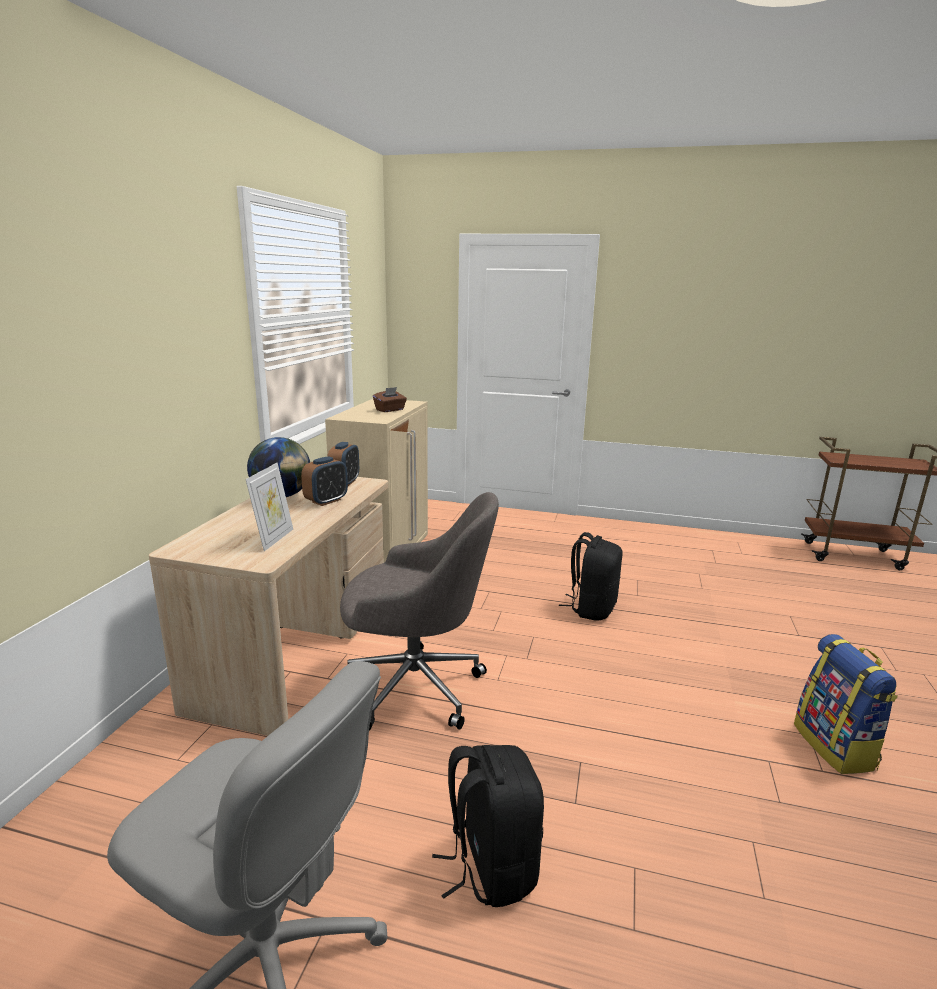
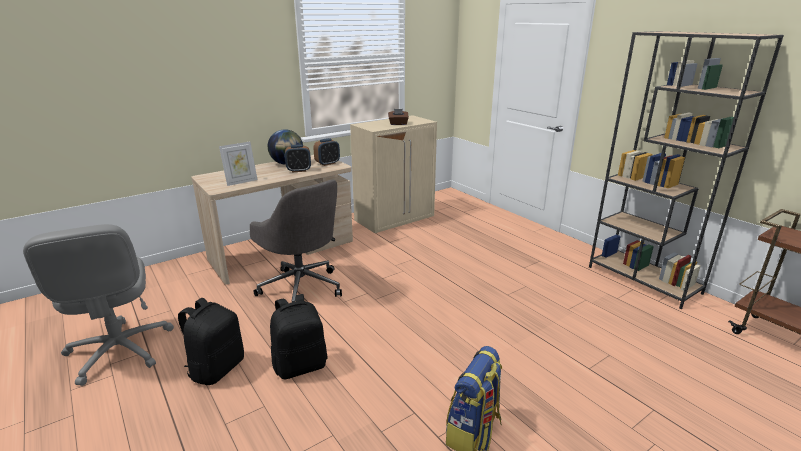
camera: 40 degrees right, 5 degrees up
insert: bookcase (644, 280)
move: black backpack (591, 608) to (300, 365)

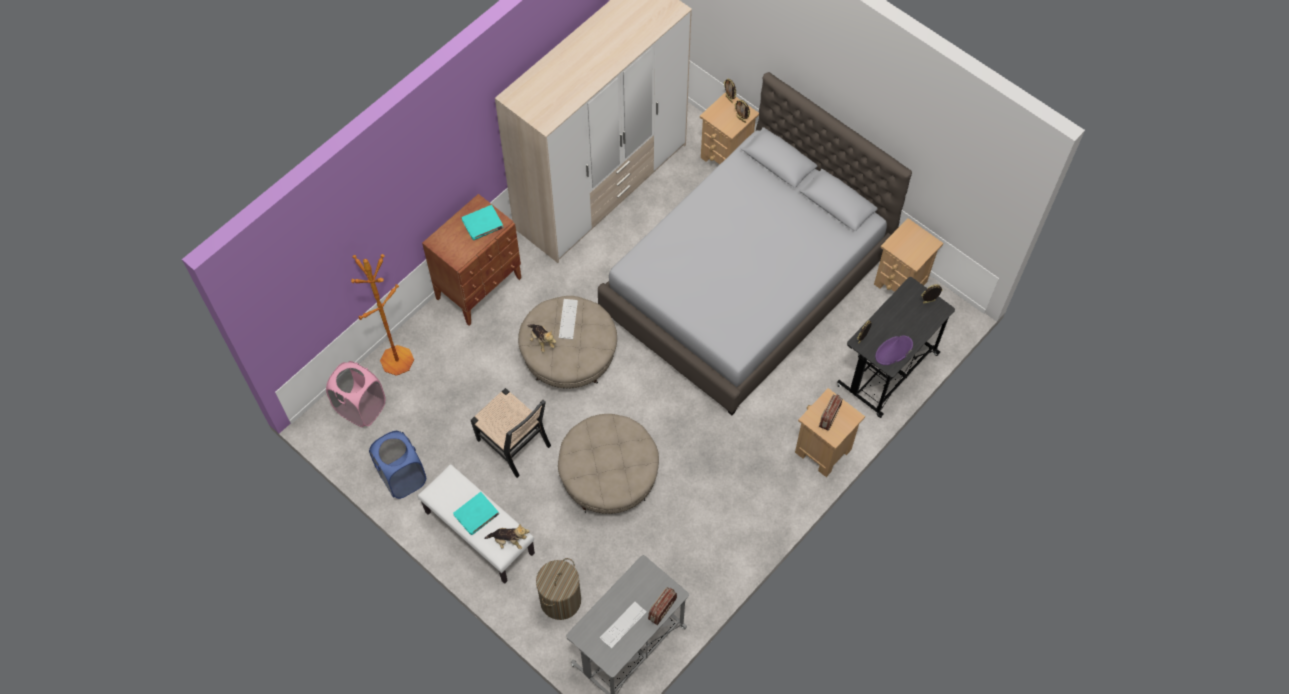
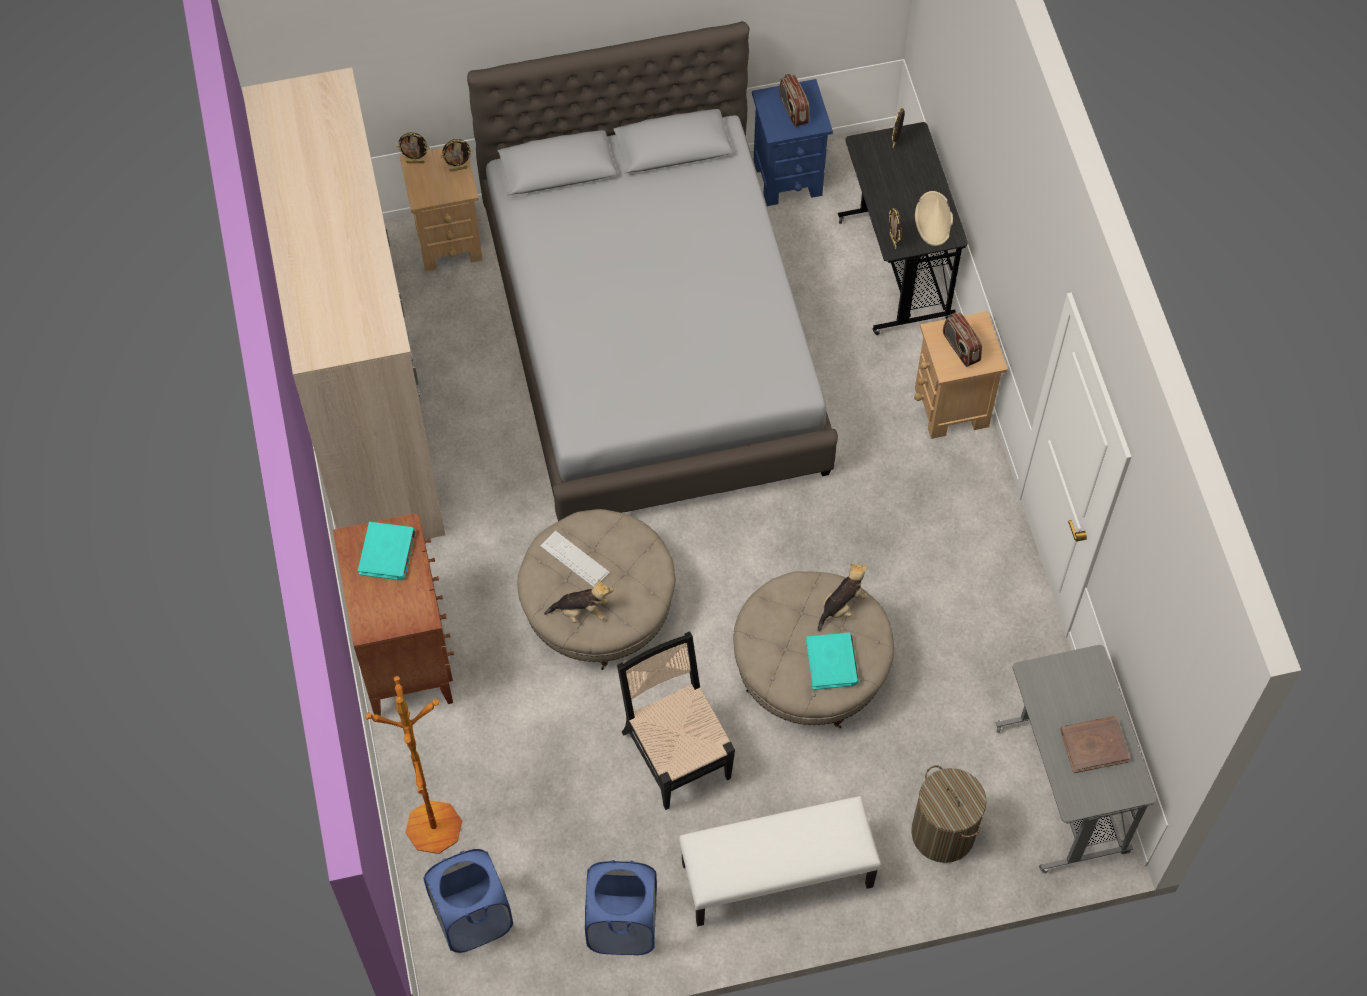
camera: 55 degrees left, 0 degrees up
move: turquoise book (476, 514) to (832, 662); plush toy (508, 541) to (842, 605); radio (662, 609) to (793, 110)
replace: keyboard (623, 625) to brown book (1094, 745)
recolor: pink laundry basket (361, 408) to blue laundry basket (472, 918); beige nightstand (900, 284) to blue nightstand (788, 179); purple hat (893, 351) to beige hat (933, 219)
rotate: chair (513, 444) = (676, 754) 105 degrees counterclockwise

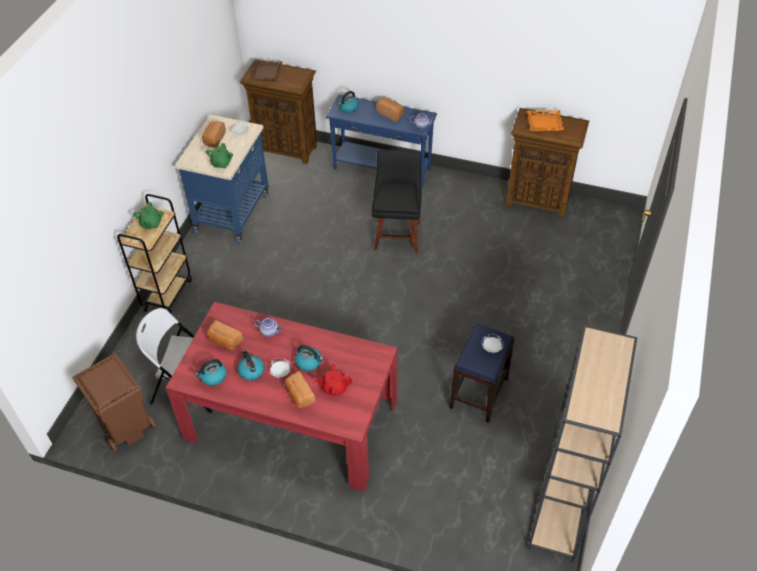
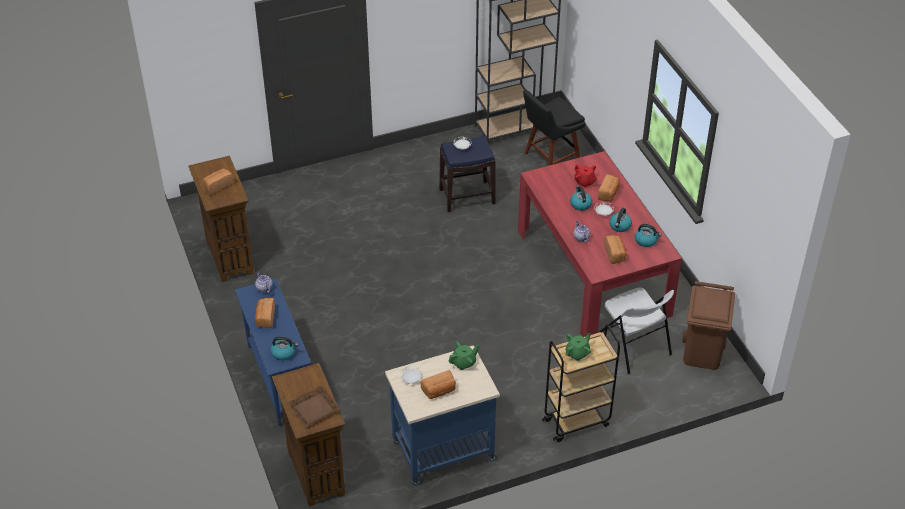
camera: 130 degrees left, 5 degrees down
move: black chair (397, 233) to (550, 158)
replace: orange tray (544, 123) to bread (218, 186)

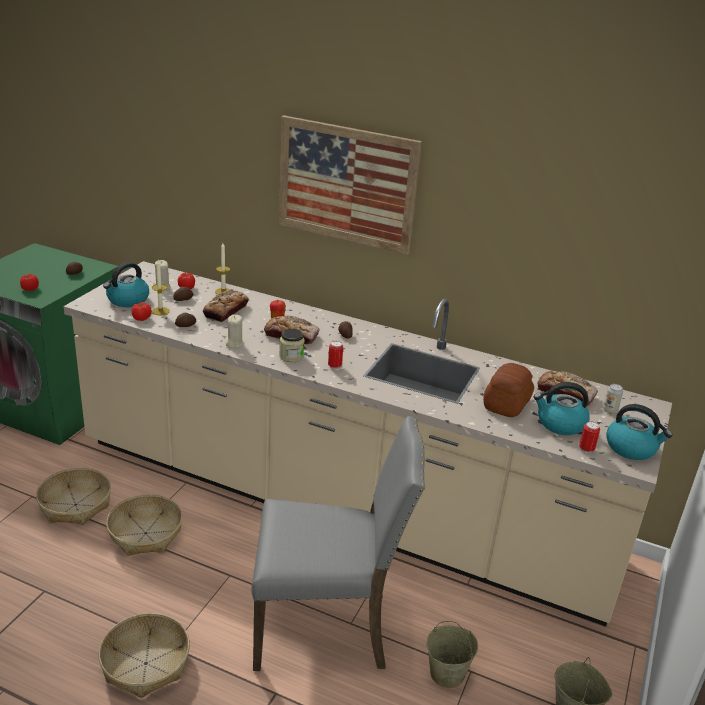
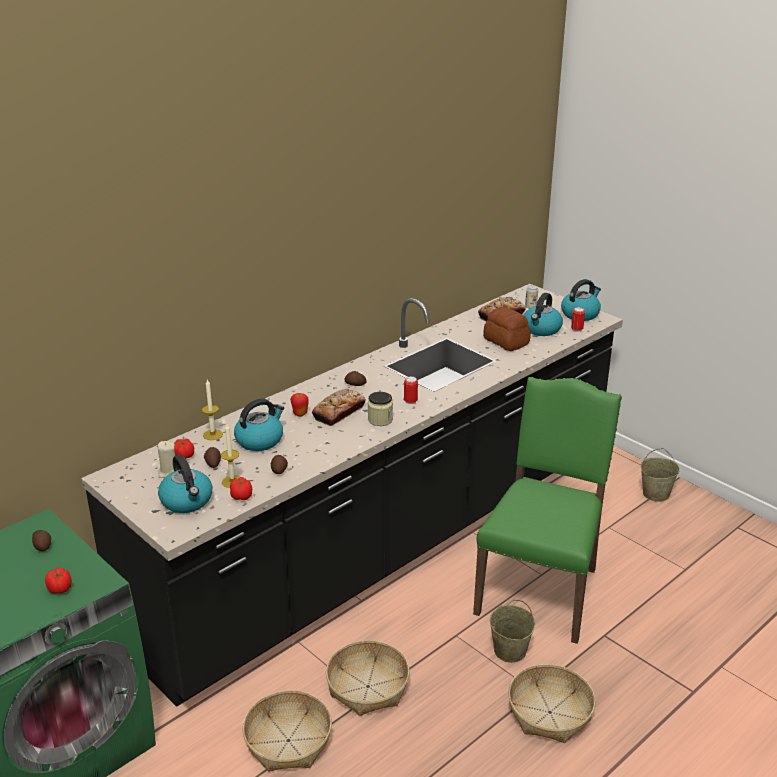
camera: 65 degrees left, 0 degrees up
delete: beige candle (234, 344); picture (346, 184)
move: beige bucket (447, 673) to (509, 650)
replace: bread (226, 310) to kettle (260, 440)
recolor: beige counter (340, 503) to black counter (388, 541); grey chair (325, 626) to green chair (541, 589)

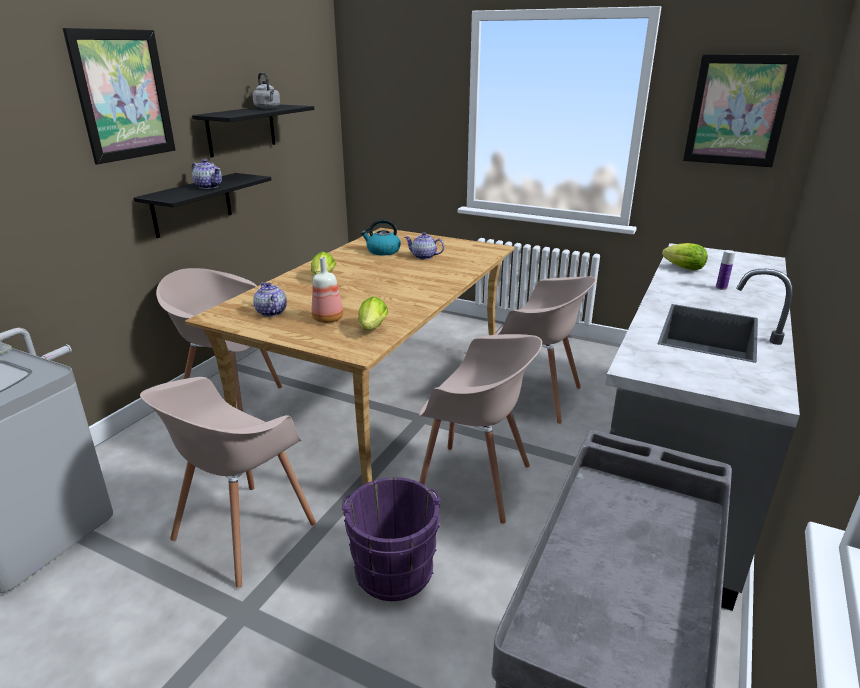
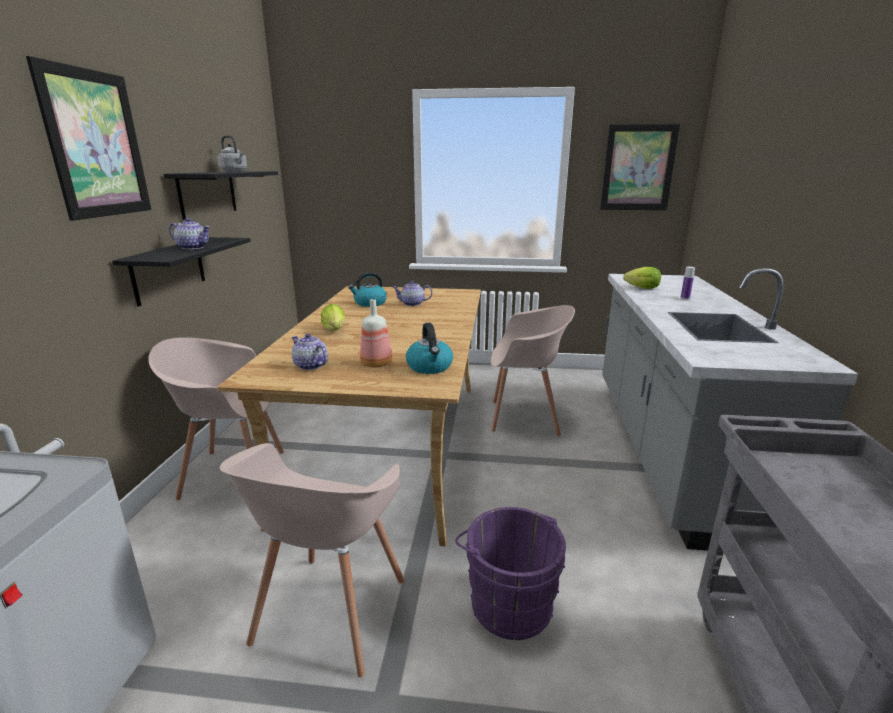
camera: 20 degrees left, 5 degrees down
delete: beige chair (476, 482)
replace: lettuce (372, 330) to kettle (430, 367)

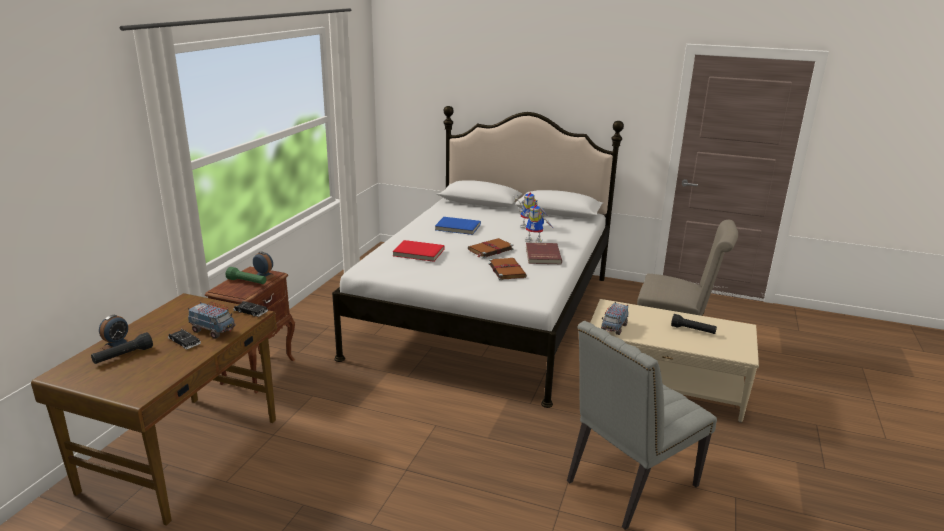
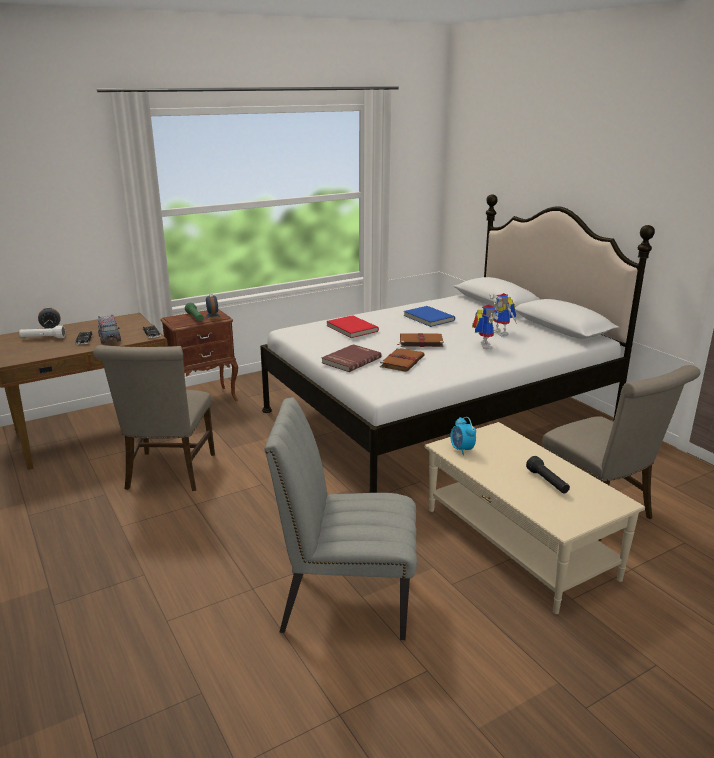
camera: 40 degrees right, 0 degrees up
insert: beige chair (169, 474)
move: red book (542, 255) to (350, 360)
replace: toy truck (614, 328) to alarm clock (462, 450)
recolor: black flashlight (123, 356) to white flashlight (43, 338)
rotate: toy robot (535, 240) = (482, 345) 150 degrees counterclockwise

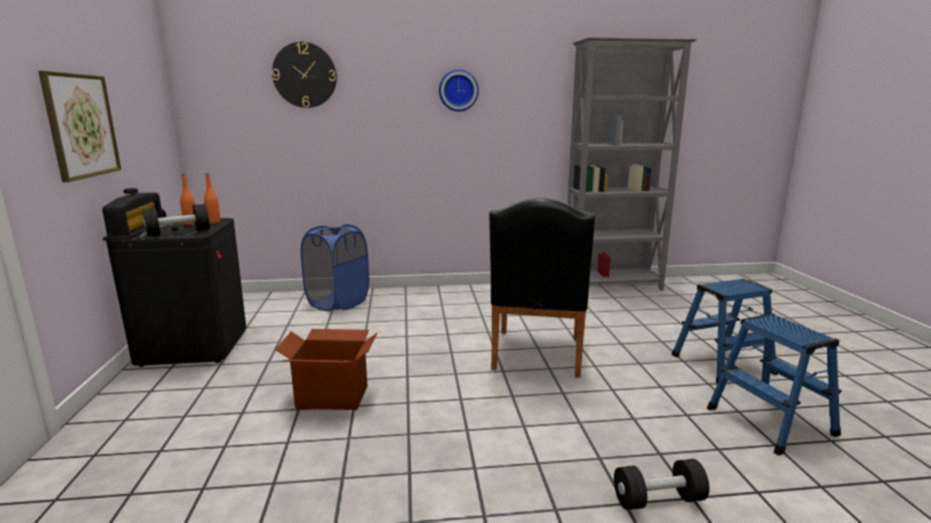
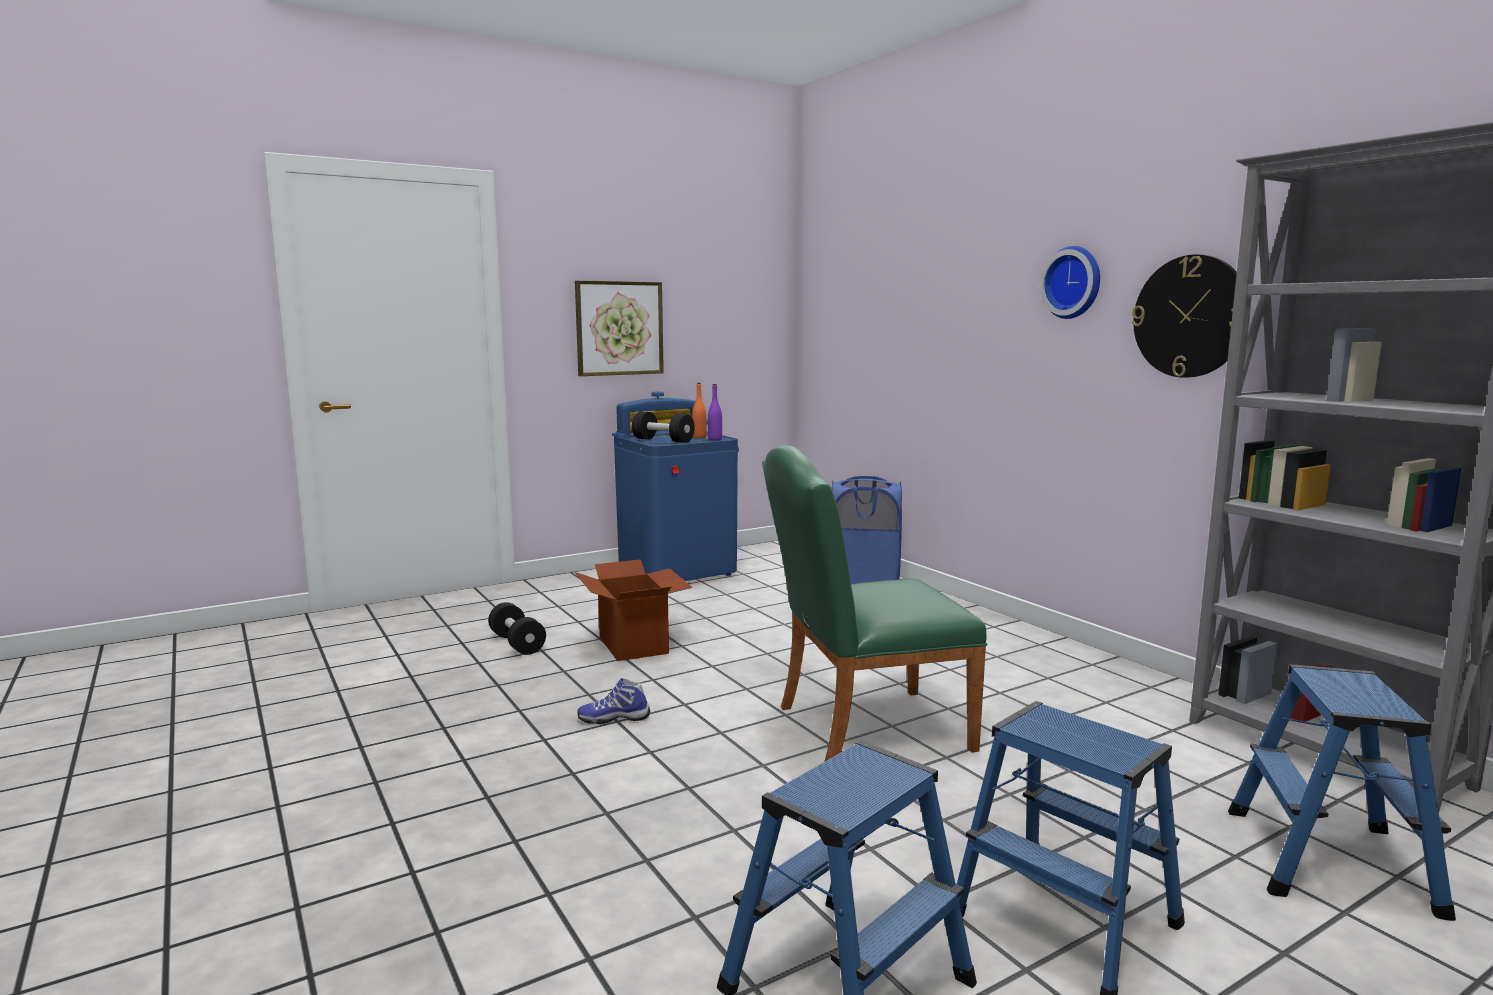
camera: 65 degrees right, 5 degrees down
insert: shoe (614, 718); blue step ladder (1330, 861)
move: wall clock (305, 75) to (1190, 316); black dumbbell (658, 500) to (517, 643)
recolor: black washing machine (193, 346) to blue washing machine (679, 570); orange bottle (213, 222) to purple bottle (715, 439); black chair (536, 356) to green chair (860, 729)

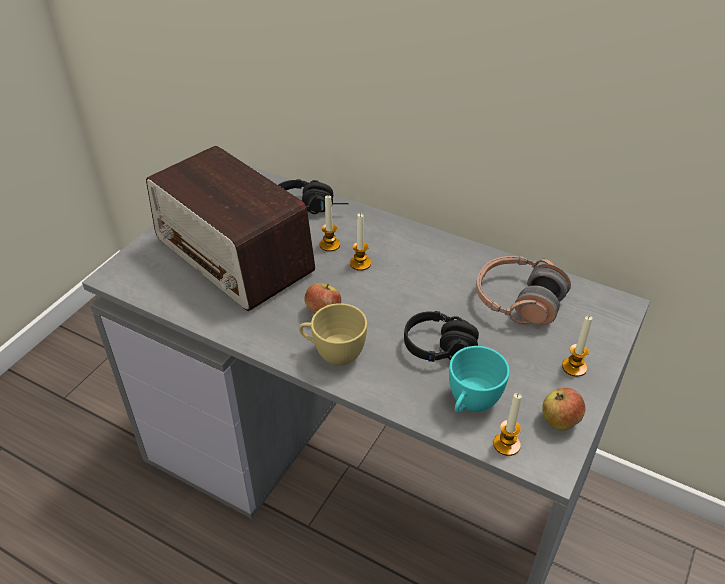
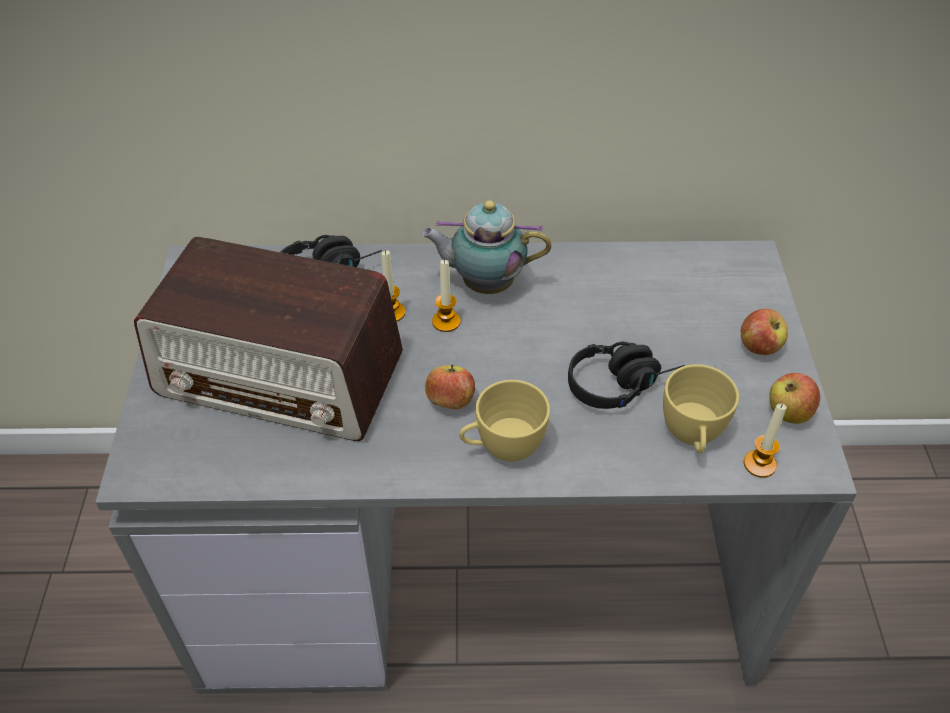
camera: 30 degrees left, 5 degrees up
delete: headphones (518, 301)
insert: teapot (484, 284)
replace: candle (574, 367) to apple (759, 347)
recolor: turquoise cup (470, 404) to yellow cup (692, 436)

